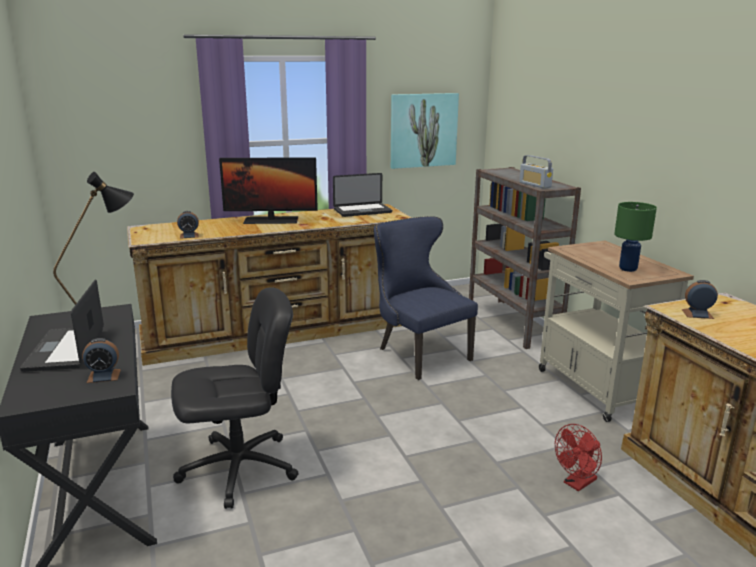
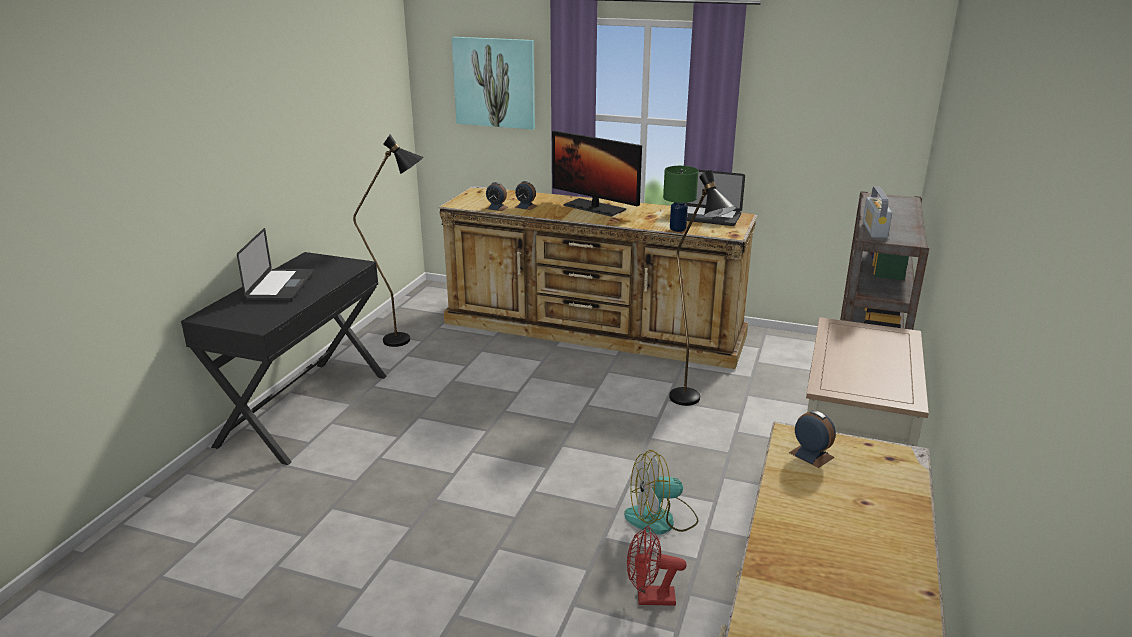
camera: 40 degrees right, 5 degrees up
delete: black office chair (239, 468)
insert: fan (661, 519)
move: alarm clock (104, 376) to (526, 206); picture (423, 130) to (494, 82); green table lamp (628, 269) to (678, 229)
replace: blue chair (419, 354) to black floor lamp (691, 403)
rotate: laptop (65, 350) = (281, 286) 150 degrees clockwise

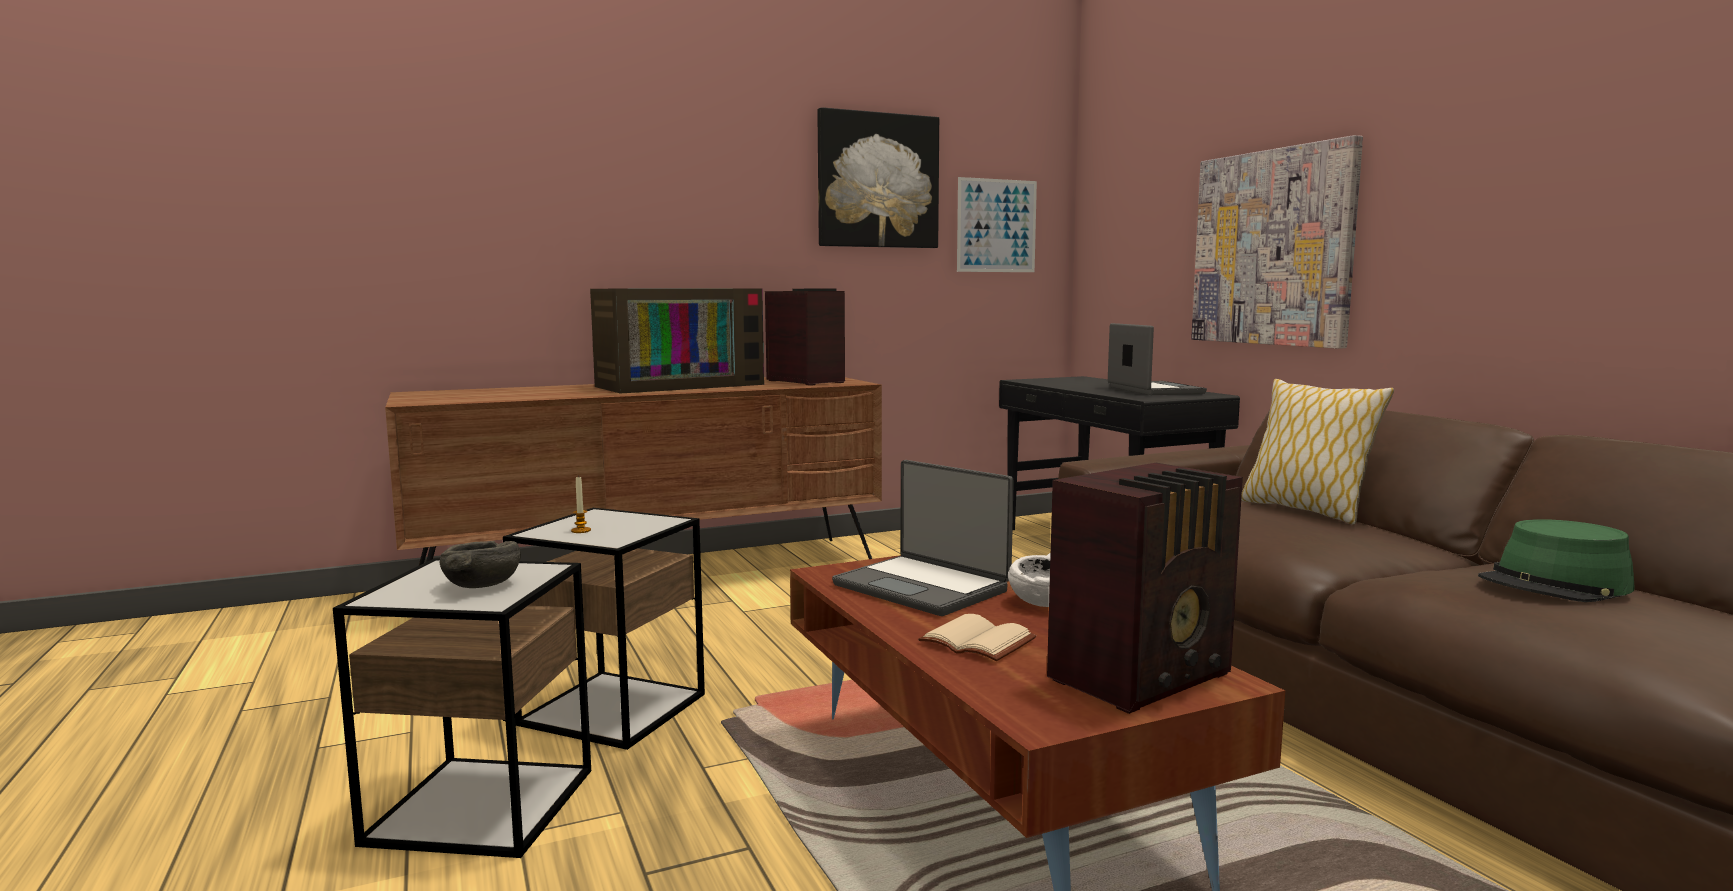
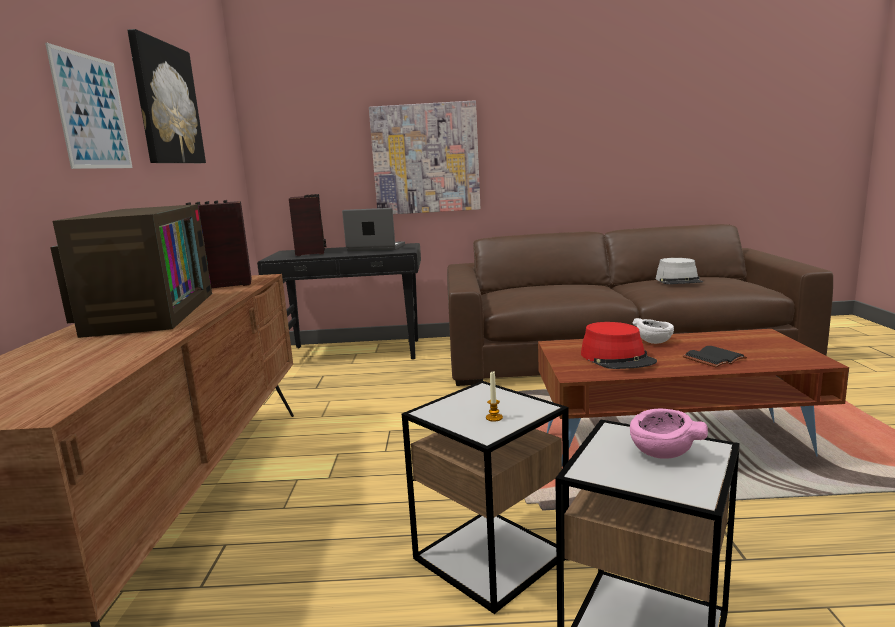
camera: 65 degrees left, 5 degrees up
delete: pillow (1305, 510)
move: picture (996, 226) to (92, 112); radio (1145, 677) to (311, 252)
replace: laptop (923, 587) to red hat (617, 358)
recolor: grey bowl (480, 585) to pink bowl (661, 453); beige book (980, 641) to black book (713, 358); green hat (1555, 584) to grey hat (679, 280)

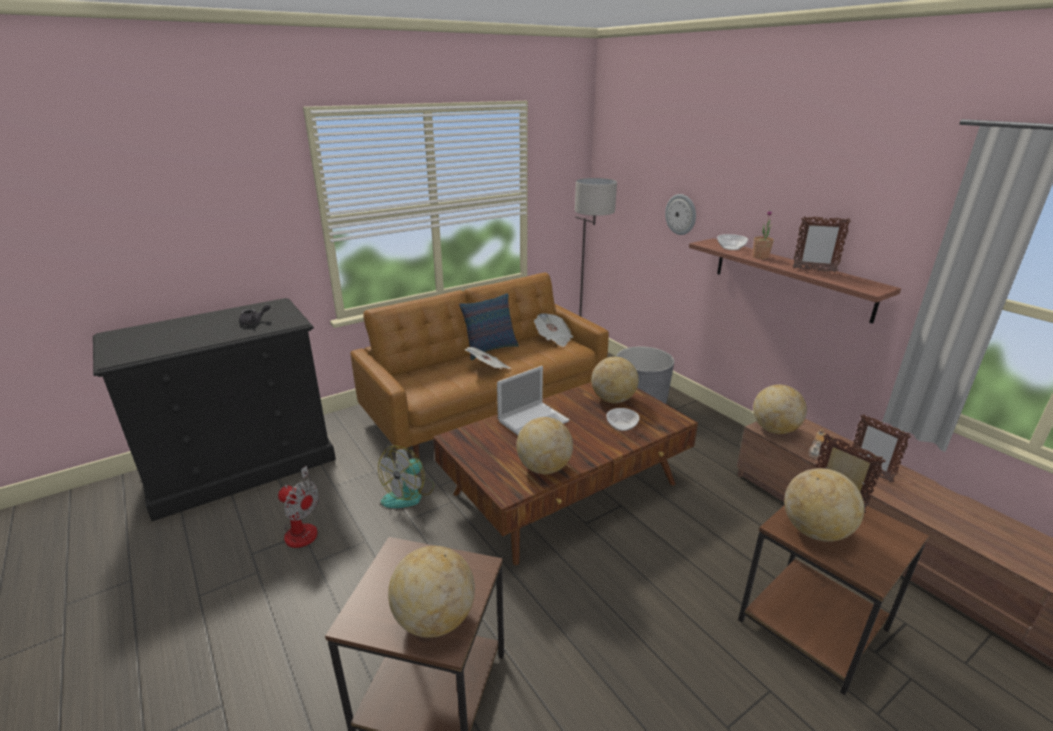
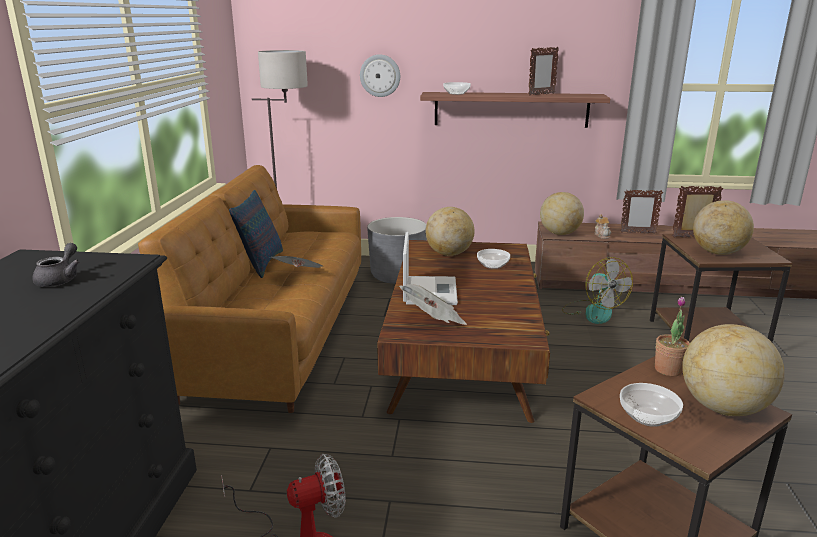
camera: 50 degrees left, 5 degrees down
delete: globe (544, 468)
insert: bowl (647, 417)
move: fan (409, 494) to (593, 311); newspaper (553, 339) to (433, 320); potted plant (760, 257) to (668, 369)

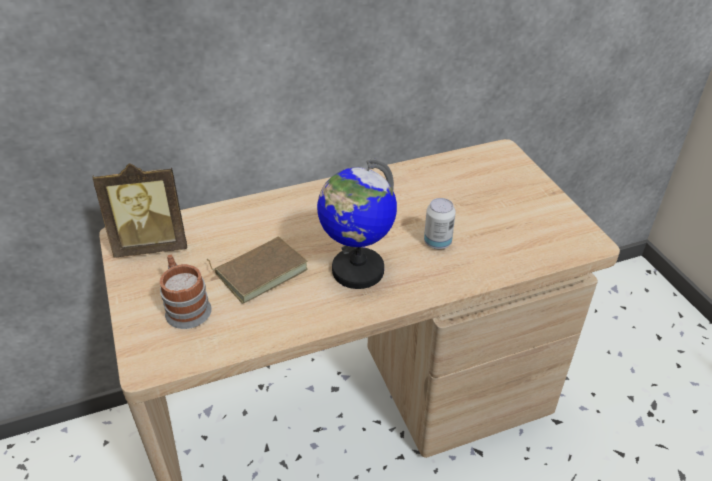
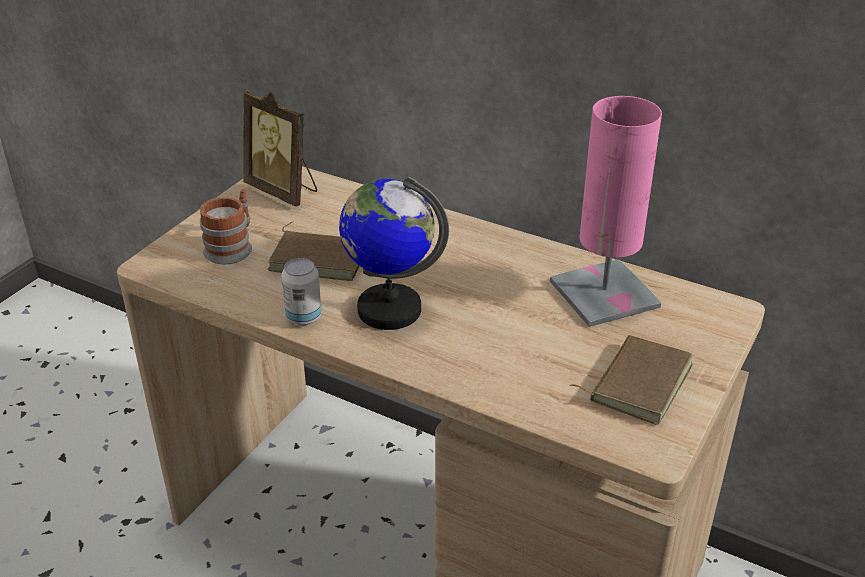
camera: 50 degrees right, 5 degrees down
insert: pink table lamp (604, 294); brown book (638, 382)
move: can (437, 243) to (304, 317)

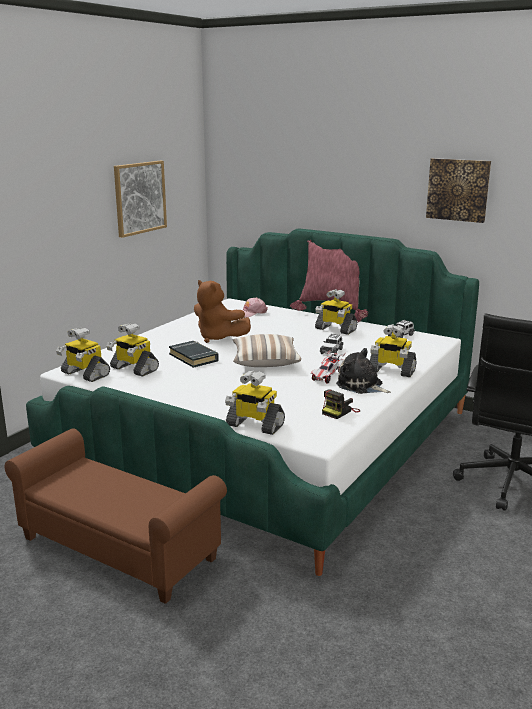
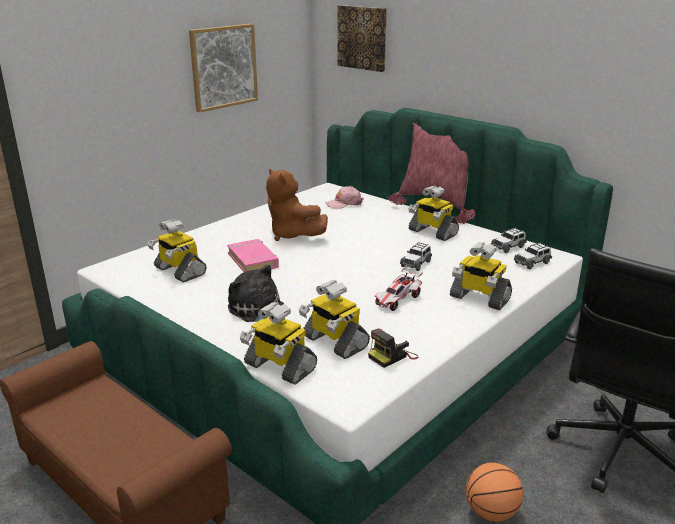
camera: 10 degrees right, 5 degrees up
delete: pillow (265, 362)
insert: basketball (491, 512); toy car (532, 263)
move: toy robot (84, 374) to (334, 342); plush toy (361, 386) to (258, 310); picture (458, 190) to (362, 38)
recolor: black book (194, 357) to pink book (253, 260)

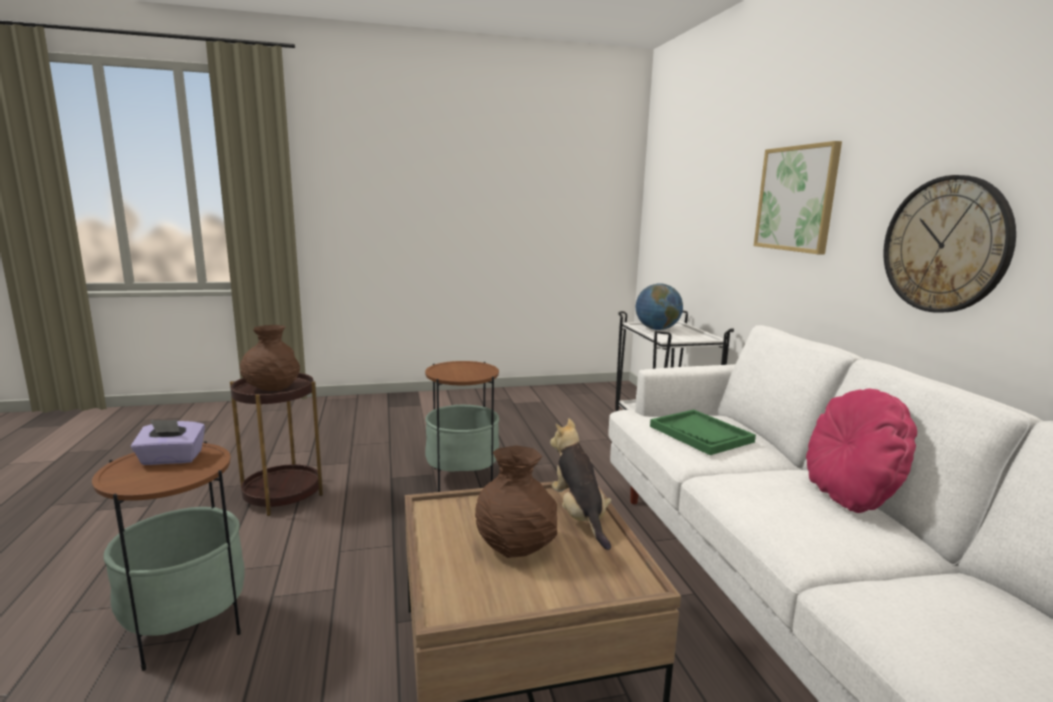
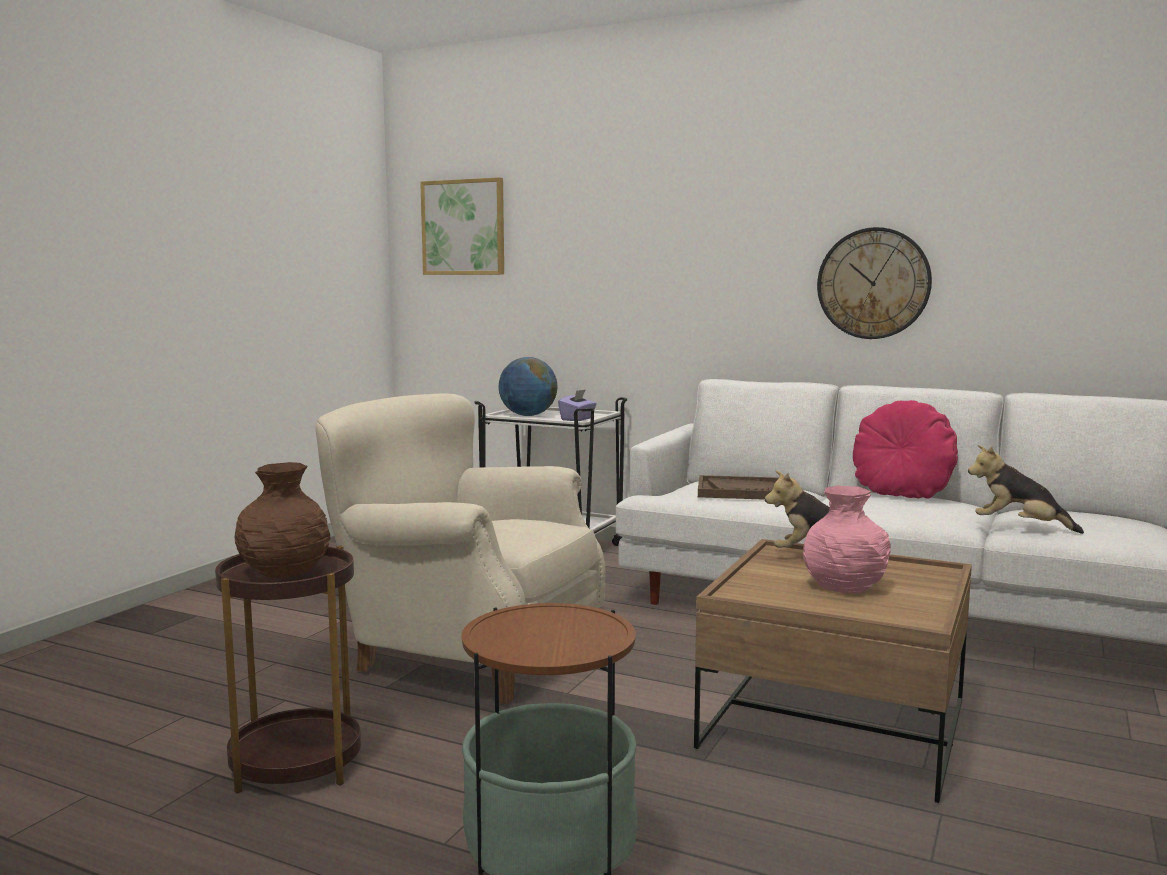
camera: 50 degrees left, 5 degrees down
insert: plush toy (1019, 527)
move: purple tissue box (171, 459) to (577, 419); picture (796, 199) to (463, 227)
replace: side table (462, 478) to beige armchair (465, 652)
recolor: brown vase (517, 546) to pink vase (846, 586); green tray (701, 434) to brown tray (740, 491)

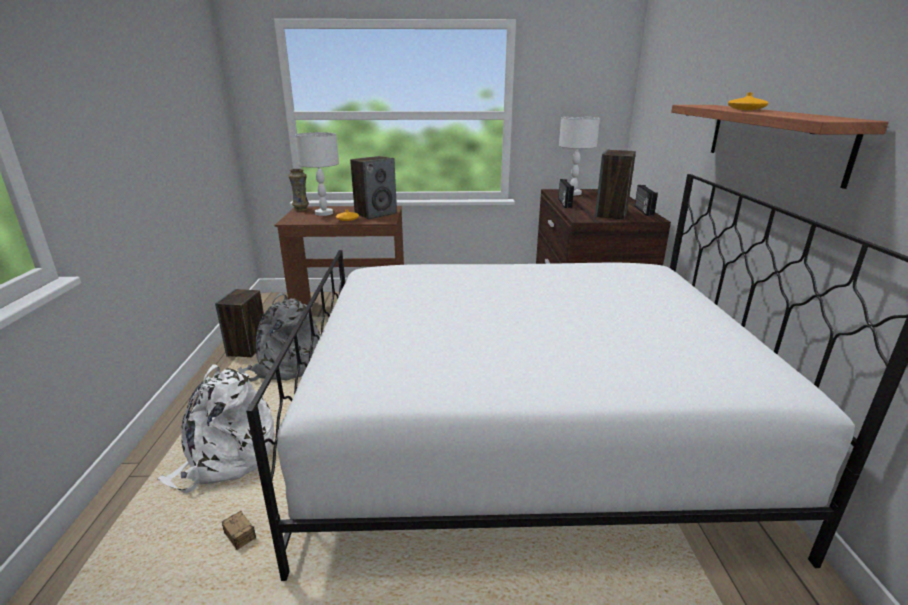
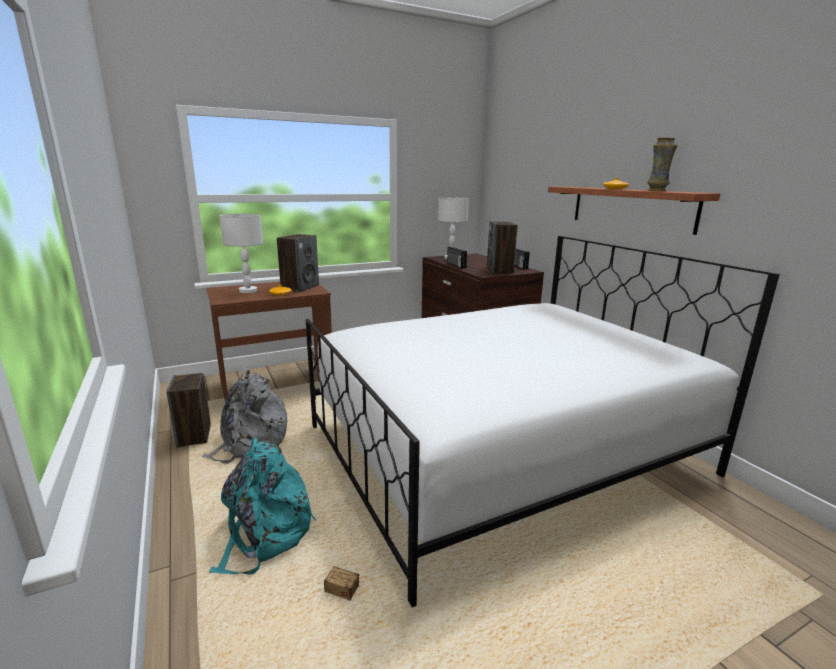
camera: 25 degrees left, 5 degrees down
move: vase (301, 209) to (657, 190)
recolor: white backpack (226, 458) to turquoise backpack (265, 533)

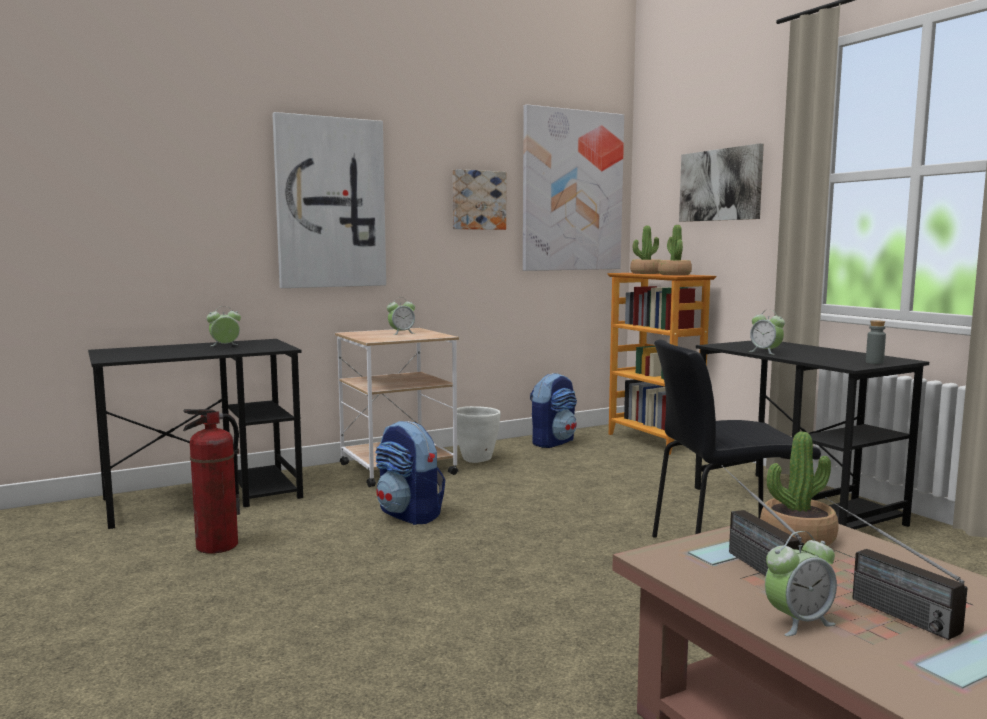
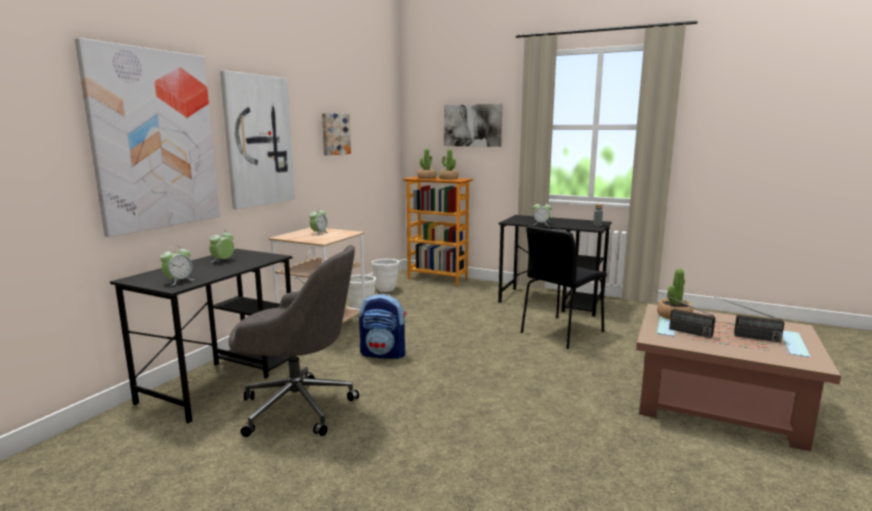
camera: 35 degrees left, 5 degrees up
move: picture (572, 191) to (154, 140); alarm clock (798, 622) to (179, 281)
replace: fire extinguisher (217, 546) to grey office chair (299, 408); backpack (553, 442) to white planter (385, 290)

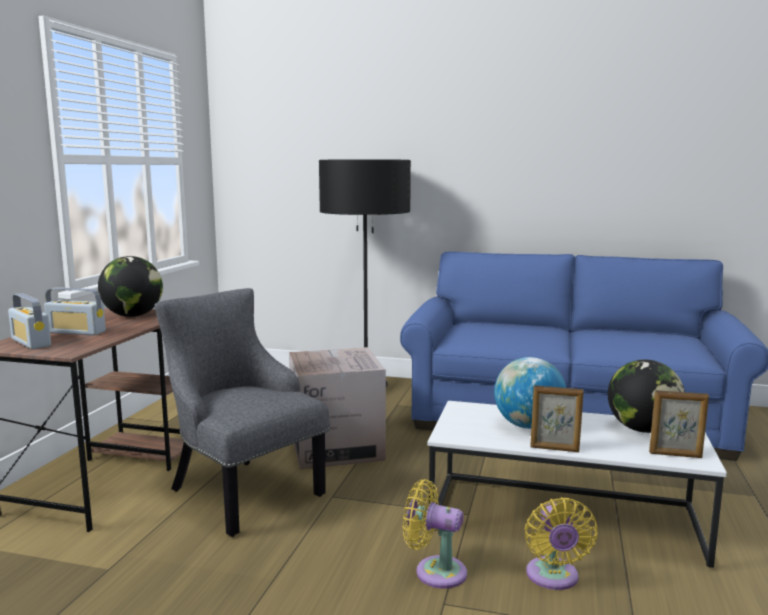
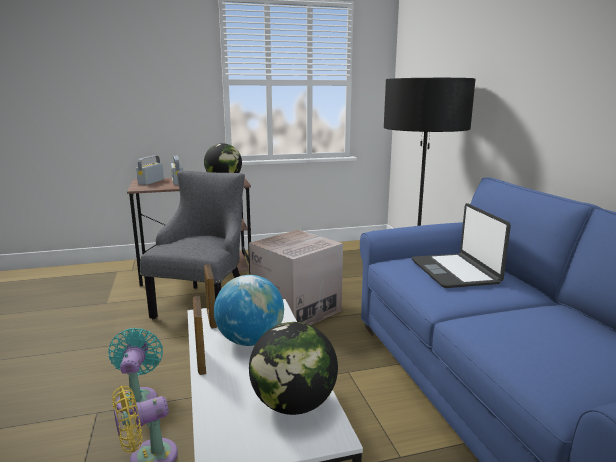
camera: 60 degrees right, 5 degrees up
insert: laptop (455, 271)
move: picture frame (675, 455) to (211, 319)
recolor: yellow fan (435, 571) to turquoise fan (138, 398)

